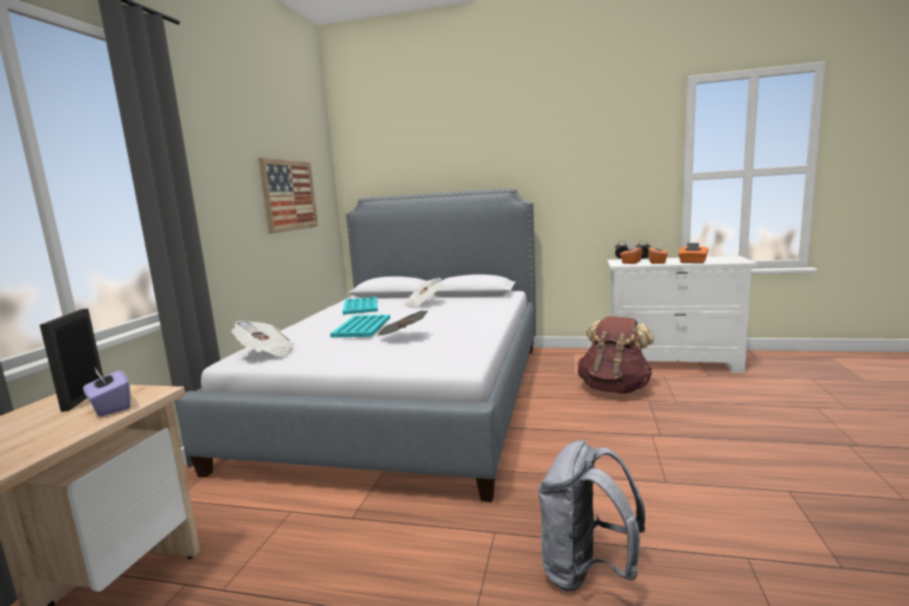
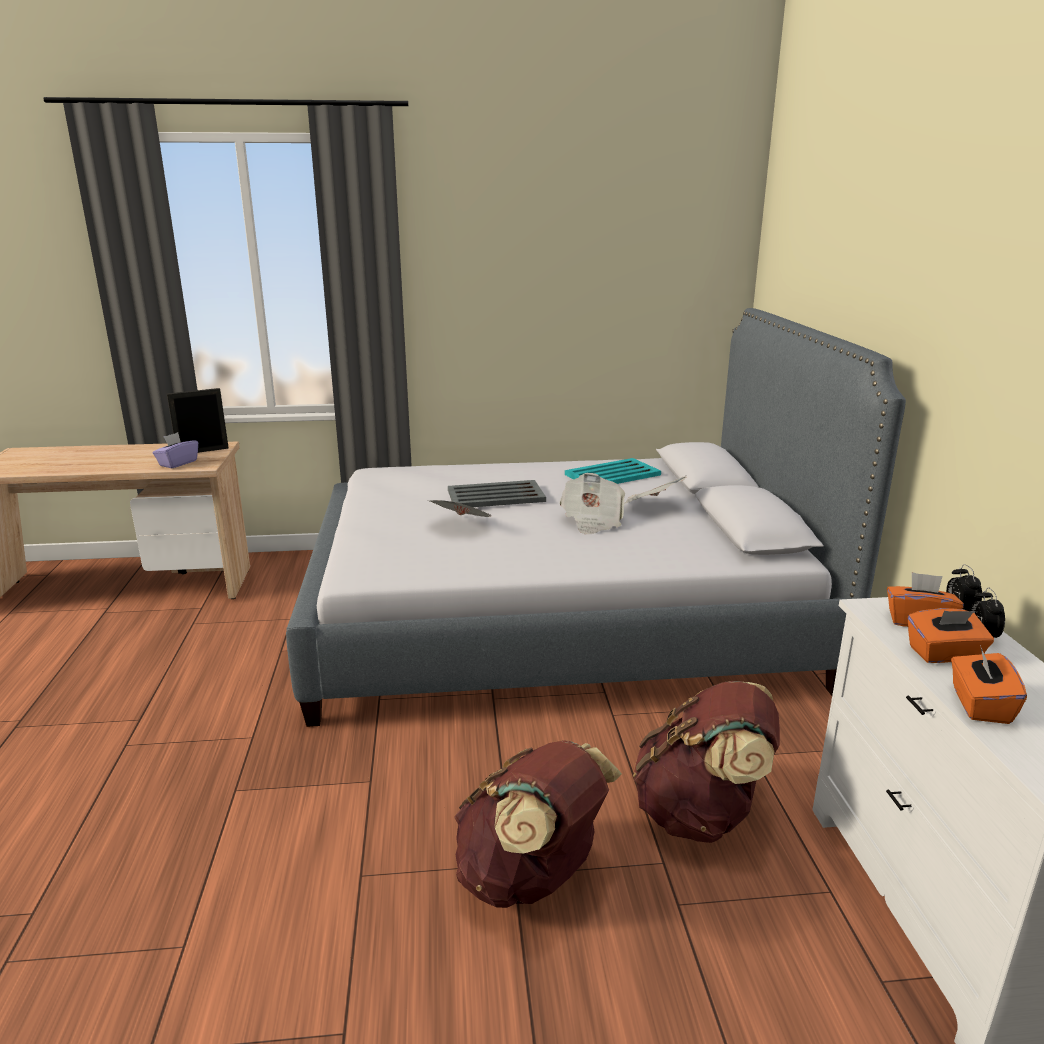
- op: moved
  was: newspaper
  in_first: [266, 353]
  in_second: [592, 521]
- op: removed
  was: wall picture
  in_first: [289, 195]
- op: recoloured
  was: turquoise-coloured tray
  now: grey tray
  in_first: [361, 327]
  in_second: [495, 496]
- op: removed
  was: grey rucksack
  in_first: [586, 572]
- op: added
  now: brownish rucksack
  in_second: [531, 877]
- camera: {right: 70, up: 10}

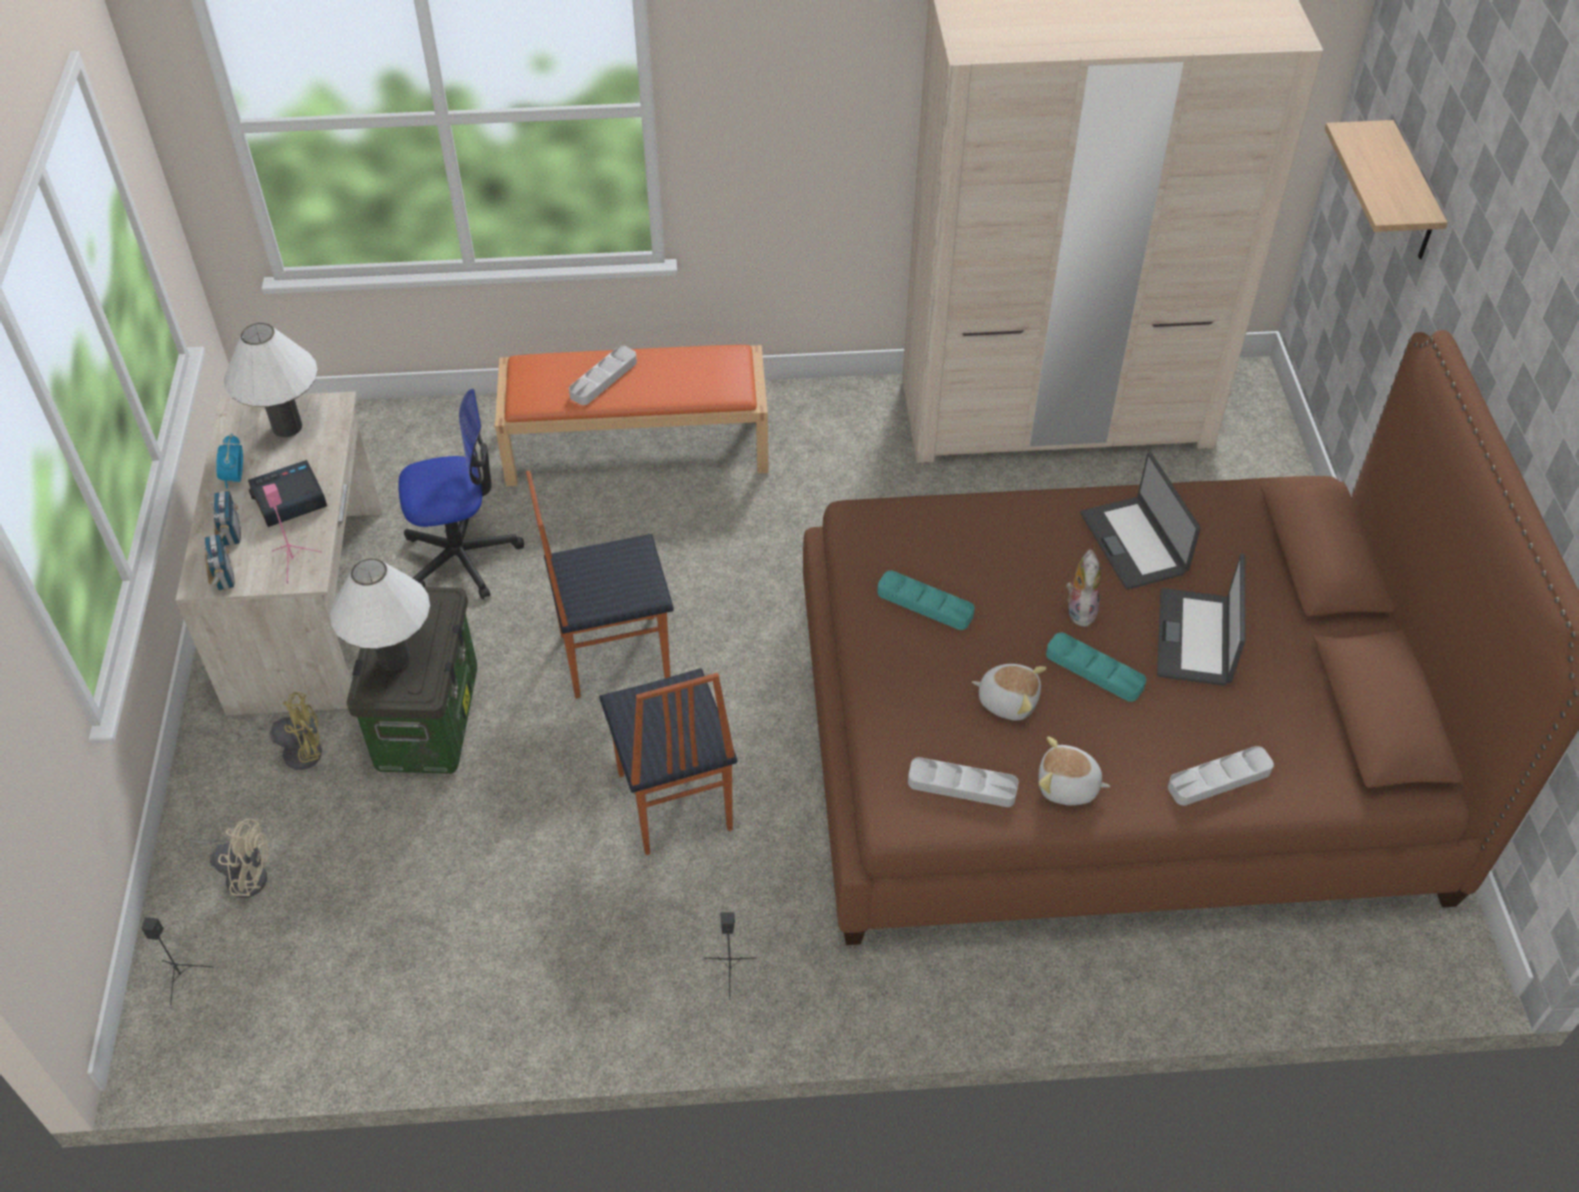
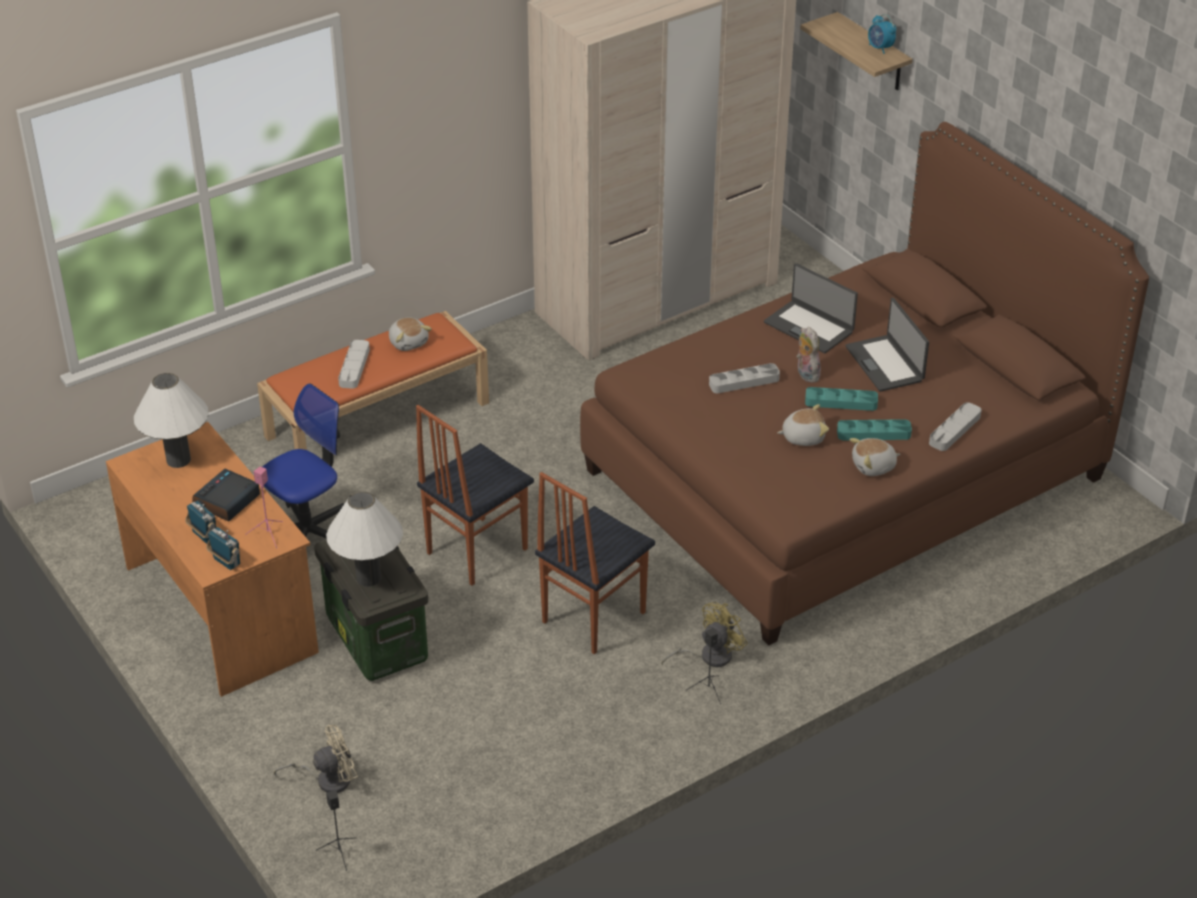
- op: recoloured
  was: sand-coloured desk unit
  now: orange desk unit
  in_first: [311, 608]
  in_second: [222, 608]
- op: moved
  was: bedside clock
  in_first: [235, 477]
  in_second: [880, 48]
- op: moved
  was: yellow-coloured electric fan
  in_first: [296, 751]
  in_second: [709, 656]
- op: turned
  was: upright chair
  in_first: [673, 803]
  in_second: [592, 617]
  clockwise: 90
- op: moved
  was: turquoise-coloured tray
  in_first: [925, 604]
  in_second: [873, 433]
- op: moved
  was: grey tray
  in_first: [962, 786]
  in_second: [744, 382]
- op: added
  now: soft toy
  in_second: [408, 342]
- camera: {right: -30, up: -10}

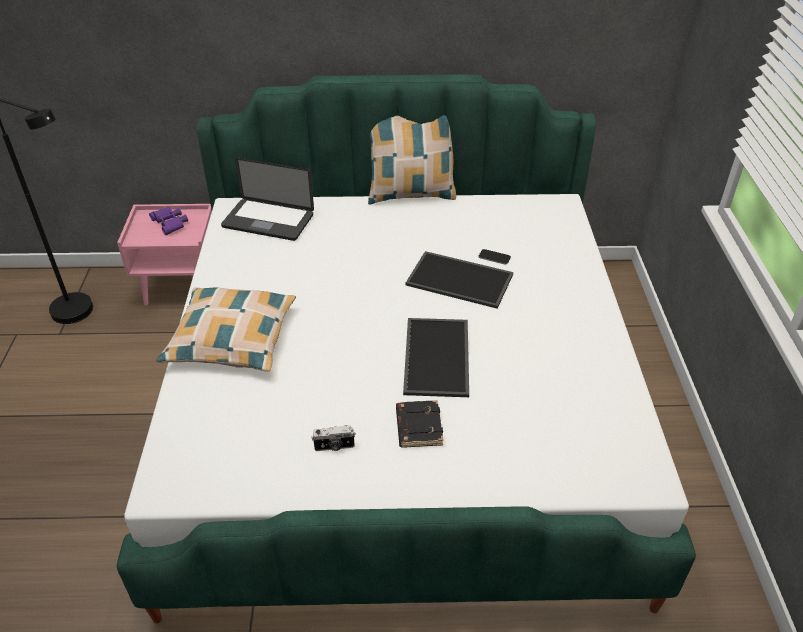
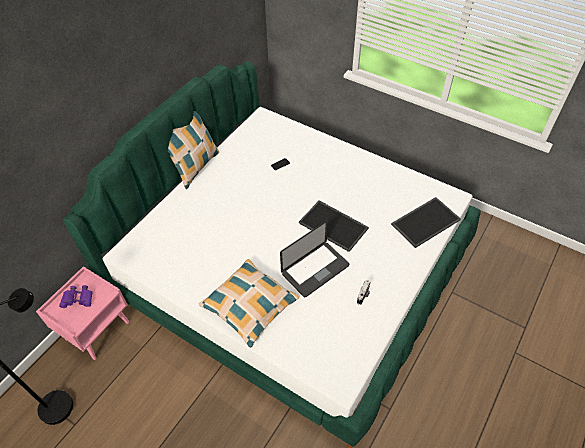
- op: moved
  was: notebook computer
  in_first: [268, 221]
  in_second: [315, 270]
- op: removed
  was: black-coloured volume
  in_first: [418, 427]
- op: moved
  was: tray
  in_first: [461, 279]
  in_second: [425, 221]
- camera: {right: -55, up: 10}

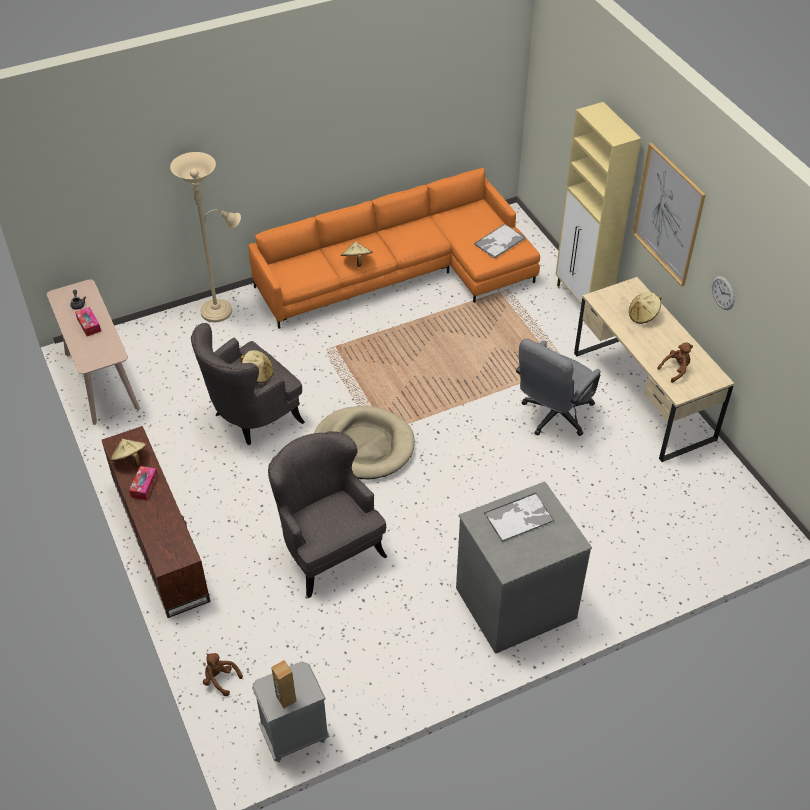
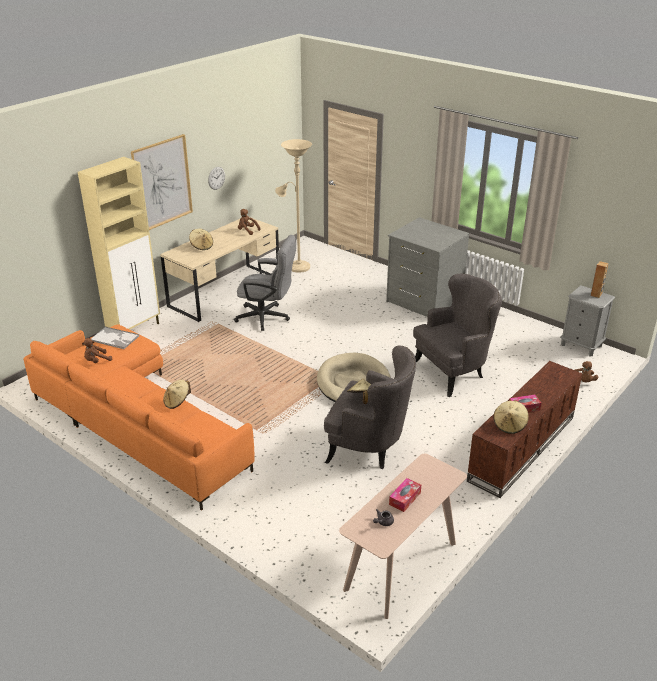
- op: moved
  was: sand-coloured floor lamp
  in_first: [220, 310]
  in_second: [296, 266]
- op: turned
  was: grey easy chair
  in_first: [328, 549]
  in_second: [453, 371]
  clockwise: -150
- op: removed
  was: tray
  in_first: [519, 517]
- op: added
  now: brownish soft toy
  in_second: [97, 361]
- camera: {right: -115, up: -15}

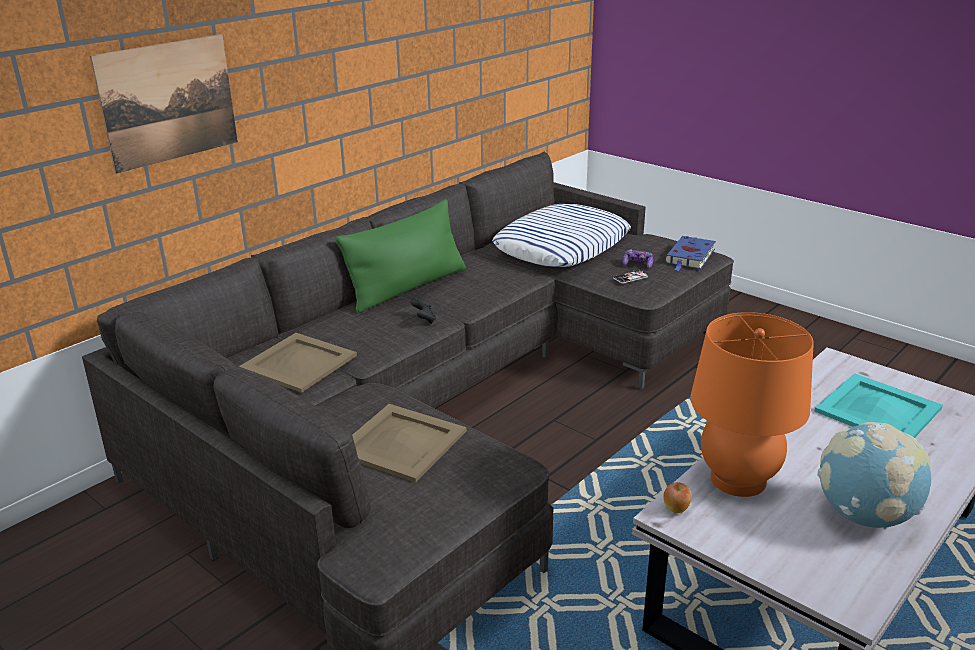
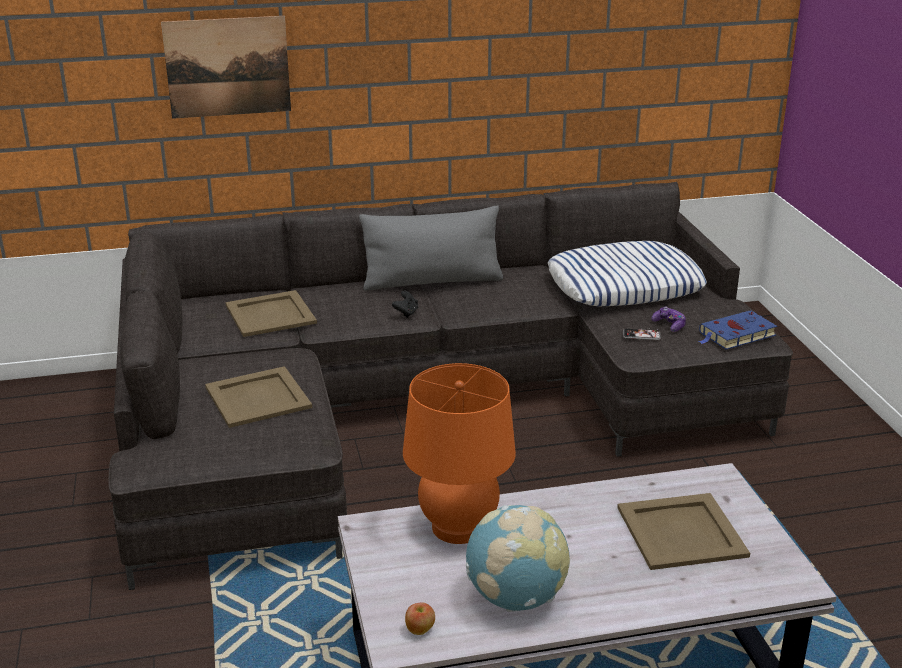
- op: recoloured
  was: greenish throw pillow
  now: grey throw pillow
  in_first: [407, 287]
  in_second: [432, 281]
- op: moved
  was: apple
  in_first: [676, 509]
  in_second: [420, 630]
- op: recoloured
  was: turquoise-coloured tray
  now: sand-coloured tray
  in_first: [876, 410]
  in_second: [680, 531]
- camera: {right: 35, up: 0}

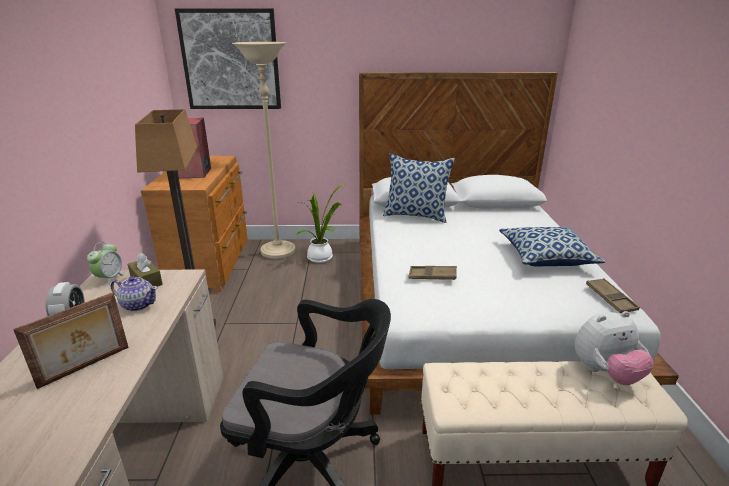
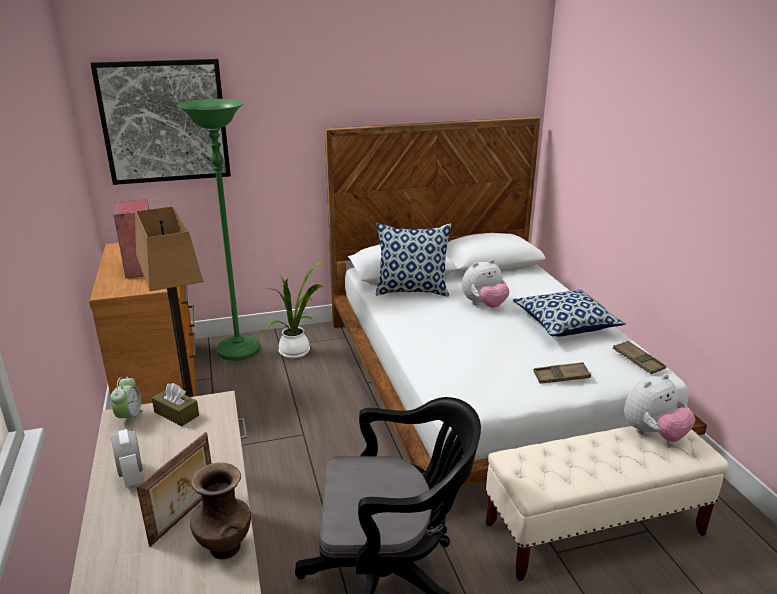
- op: removed
  was: pot for tea
  in_first: [138, 305]
- op: recoloured
  was: sand-coloured floor lamp
  now: greenish floor lamp
  in_first: [278, 252]
  in_second: [239, 351]
- op: moved
  was: brownish tray
  in_first: [432, 276]
  in_second: [561, 377]
- op: added
  now: brownish decorative vase
  in_second: [224, 547]
- op: added
  now: soft toy
  in_second: [484, 305]
- camera: {right: -15, up: 0}

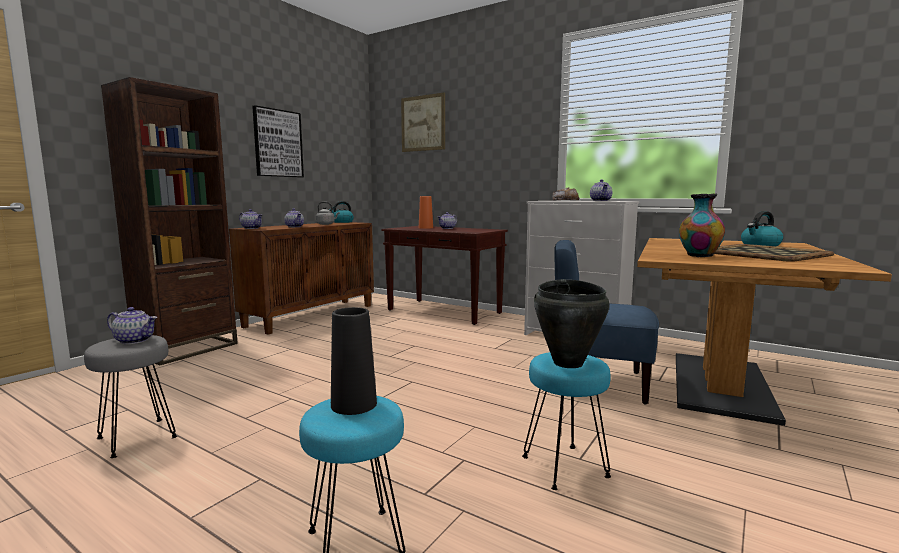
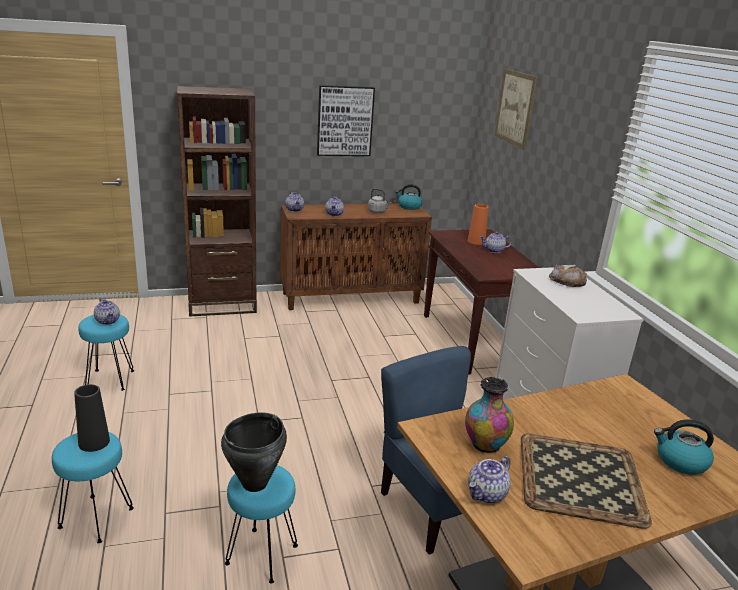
- op: recoloured
  was: grey stool
  now: turquoise-coloured stool
  in_first: [137, 437]
  in_second: [110, 379]
- op: moved
  was: pot for tea
  in_first: [601, 201]
  in_second: [487, 494]
- camera: {right: 40, up: 15}

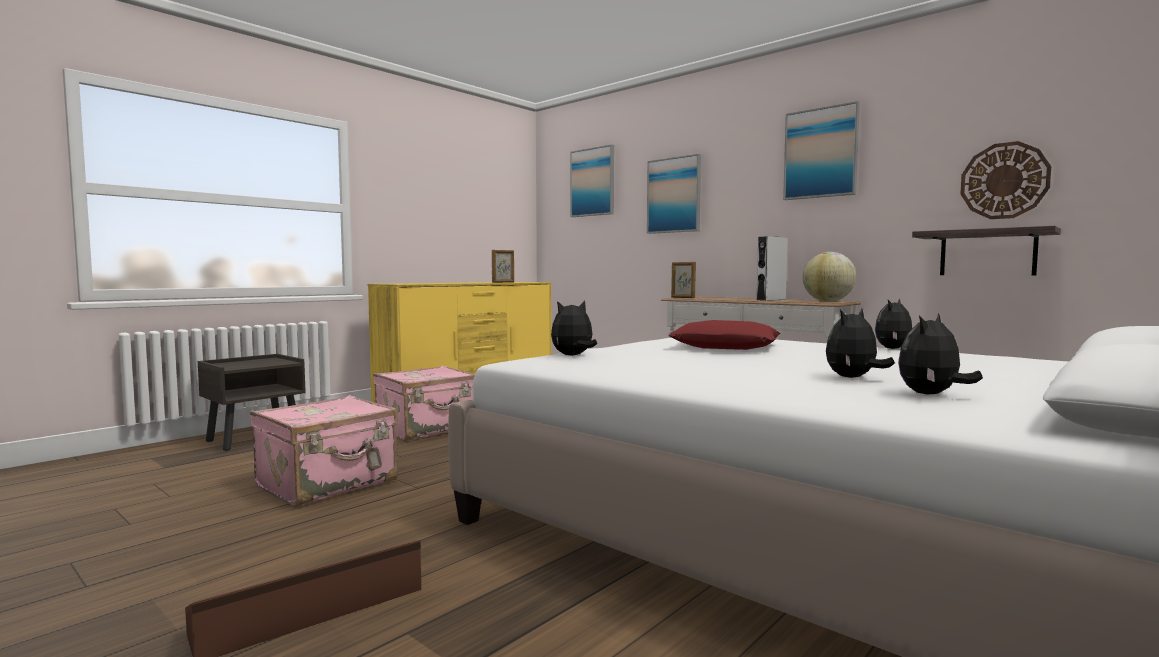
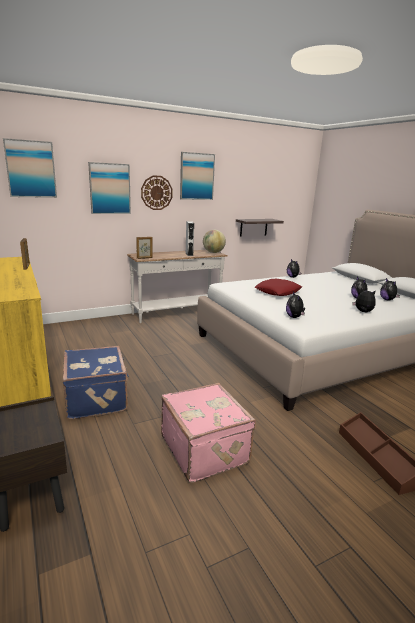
- op: recoloured
  was: pink travel case
  now: blue-coloured travel case
  in_first: [427, 429]
  in_second: [97, 398]
- op: moved
  was: hanging clock
  in_first: [1004, 181]
  in_second: [156, 192]
- op: added
  now: soft toy
  in_second: [363, 312]
- camera: {right: -70, up: 15}

